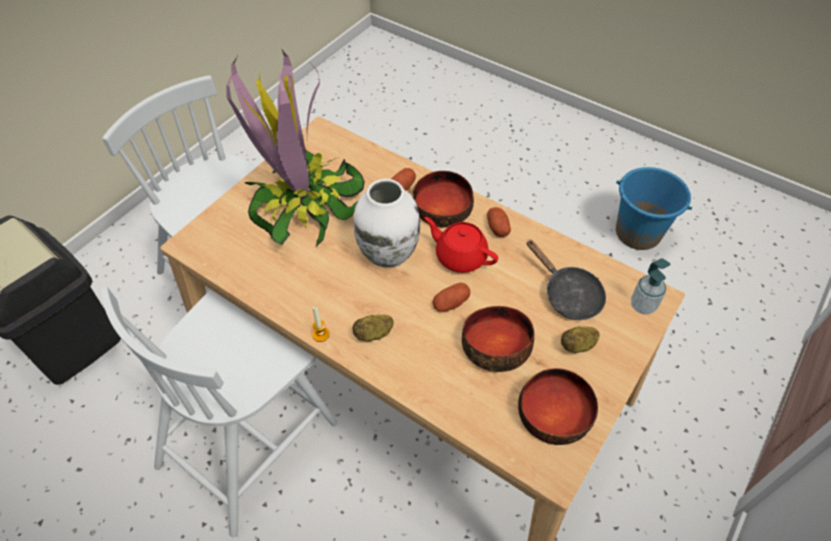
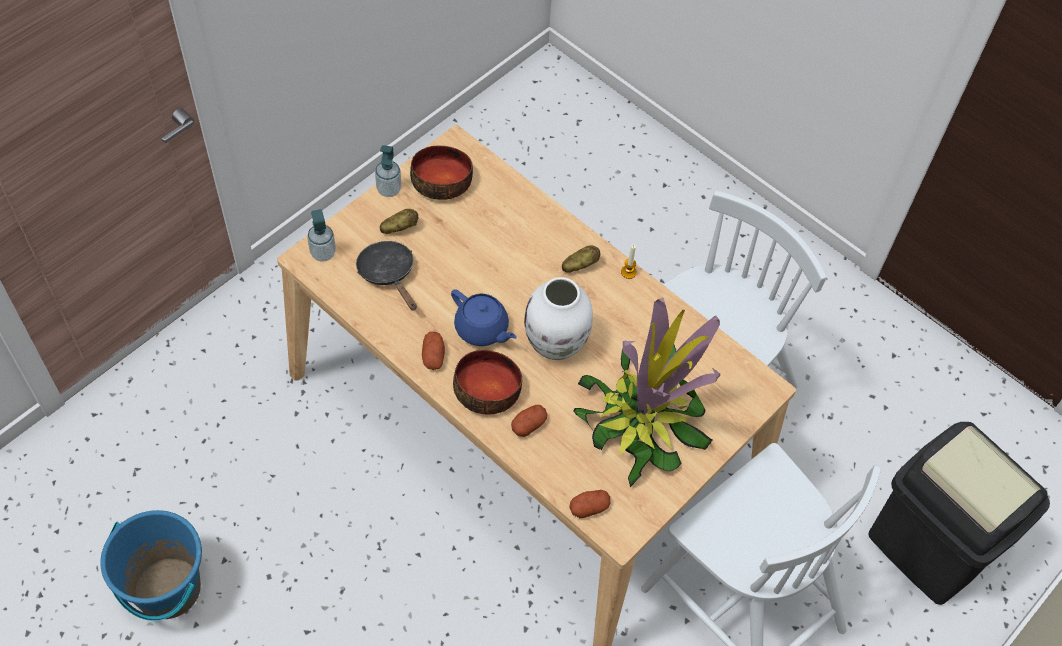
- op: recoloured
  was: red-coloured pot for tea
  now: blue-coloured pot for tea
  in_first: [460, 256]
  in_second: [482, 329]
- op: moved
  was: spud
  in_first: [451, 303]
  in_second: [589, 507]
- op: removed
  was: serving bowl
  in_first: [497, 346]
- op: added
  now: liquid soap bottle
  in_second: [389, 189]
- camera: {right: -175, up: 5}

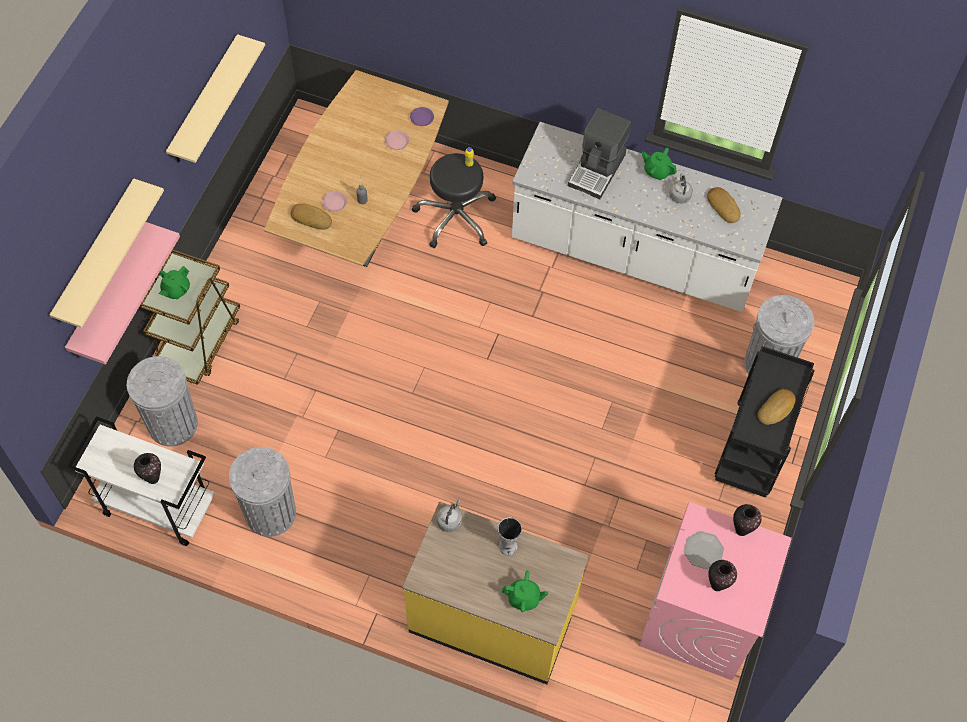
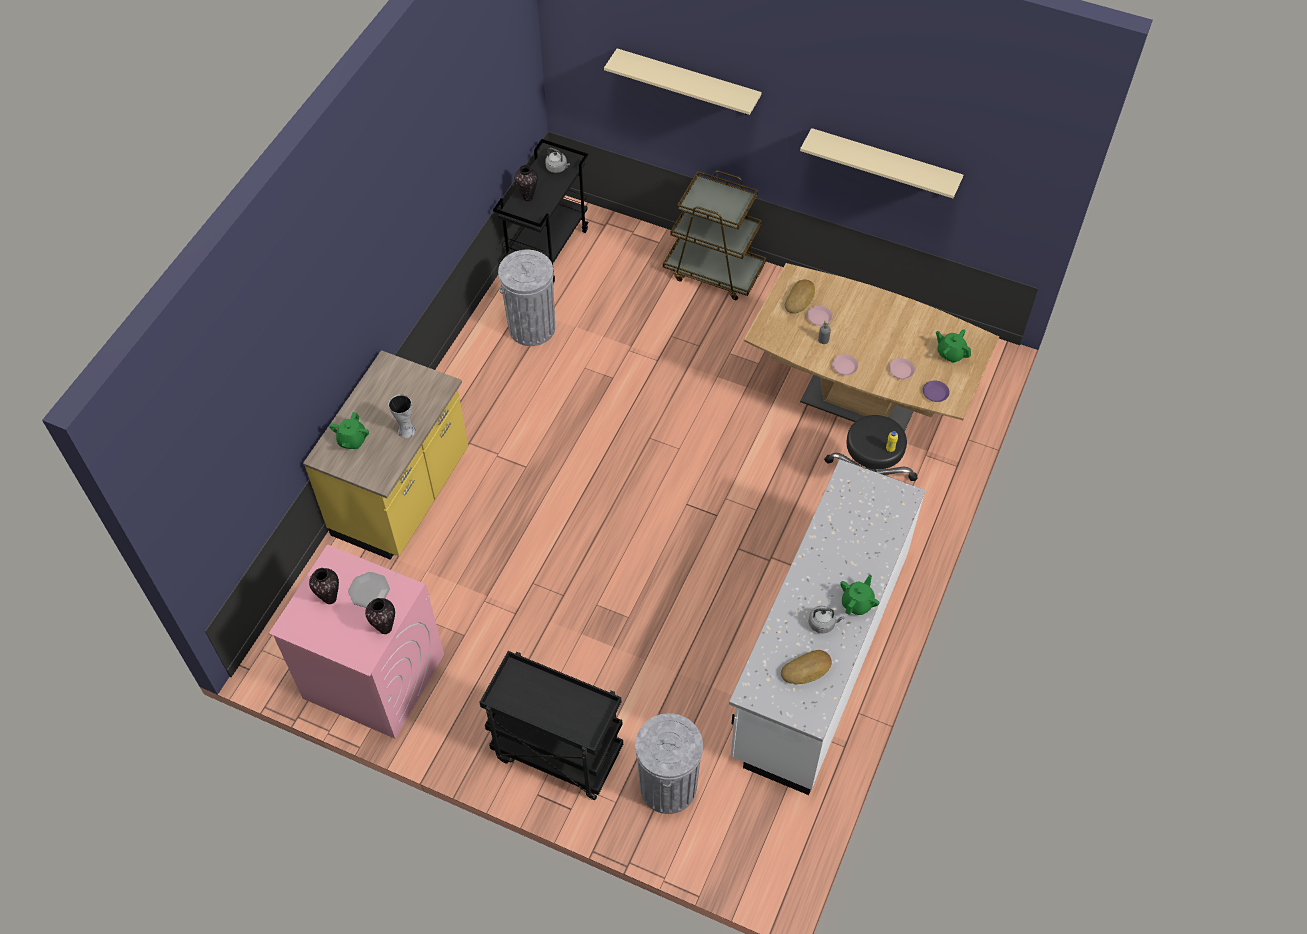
- op: removed
  was: pink bracket shelf
  in_first: [107, 291]
- op: recoloured
  was: white wheeled cart
  now: black-coloured wheeled cart
  in_first: [156, 506]
  in_second: [547, 249]
- op: removed
  was: grey rubbish bin
  in_first: [172, 424]
- op: moved
  was: greenish pot for tea
  in_first: [176, 290]
  in_second: [950, 353]
- op: moved
  was: grey kettle
  in_first: [450, 520]
  in_second: [557, 168]
- op: removed
  was: coffee brewer
  in_first: [597, 170]
- op: removed
  was: bakery bread
  in_first: [776, 409]
- op: added
  now: pink plate
  in_second: [845, 366]
- camera: {right: 95, up: -5}

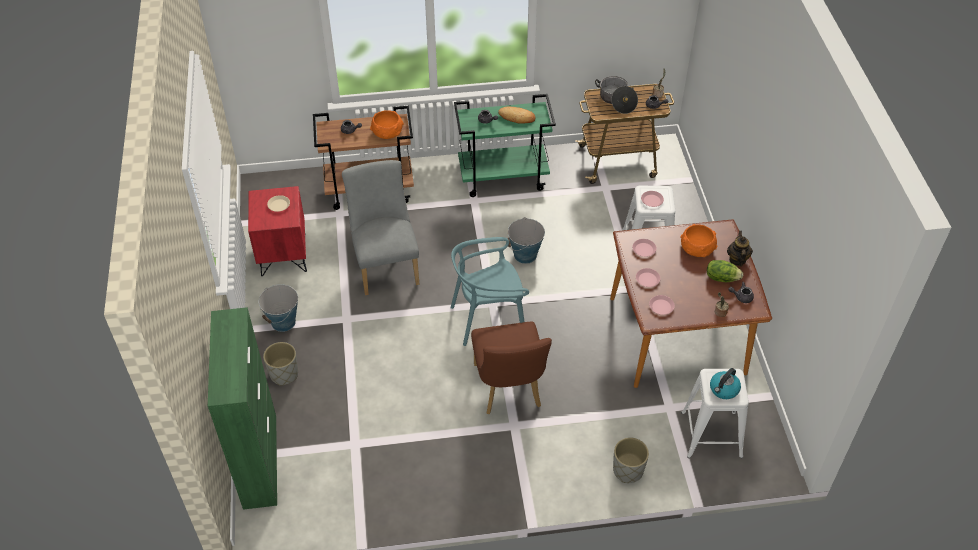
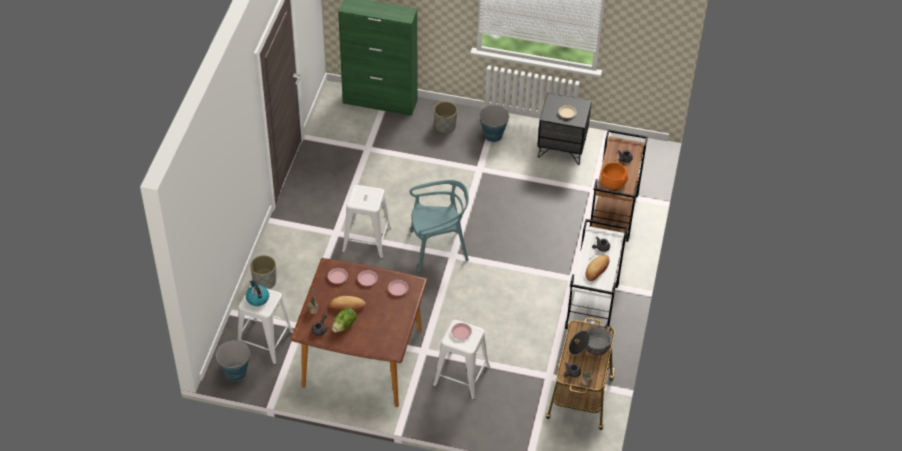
- op: recoloured
  was: red-coloured nightstand
  now: black-coloured nightstand
  in_first: [283, 254]
  in_second: [562, 148]
- op: removed
  was: grey upright chair
  in_first: [385, 264]
- op: turned
  was: turquoise-coloured upright chair
  in_first: [488, 319]
  in_second: [438, 248]
  clockwise: 75
- op: recoloured
  was: greenish wheeled cart
  now: white wheeled cart
  in_first: [504, 177]
  in_second: [592, 307]
- op: replaced
  was: brownish upright chair
  now: white stool
  in_first: [509, 390]
  in_second: [367, 239]
- op: moved
  was: bucket
  in_first: [525, 255]
  in_second: [235, 372]
- op: removed
  was: orange serving bowl
  in_first: [697, 247]
- op: removed
  was: pot for tea
  in_first: [737, 259]
- op: added
  now: bakery bread
  in_second: [347, 306]
- camera: {right: 110, up: 0}

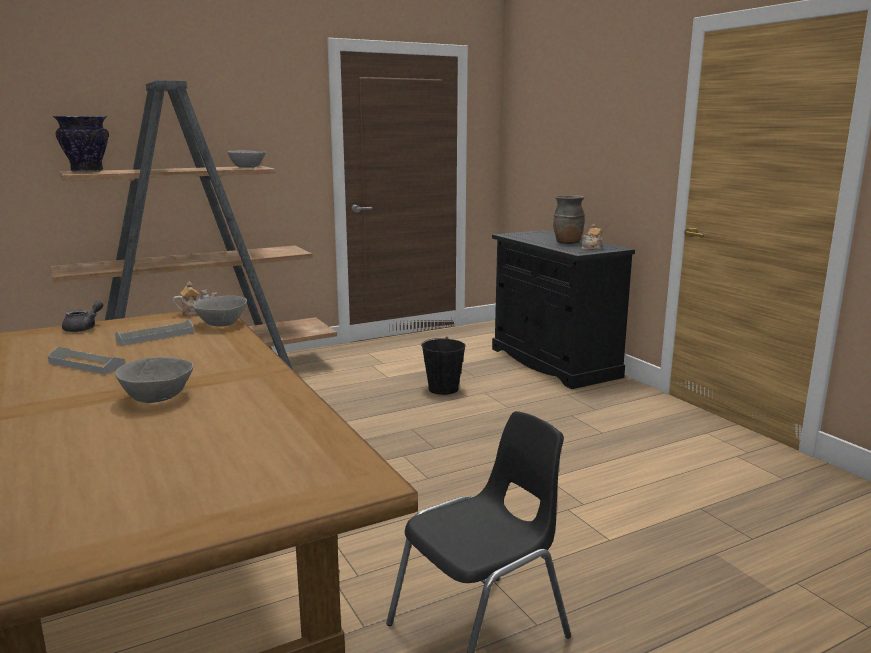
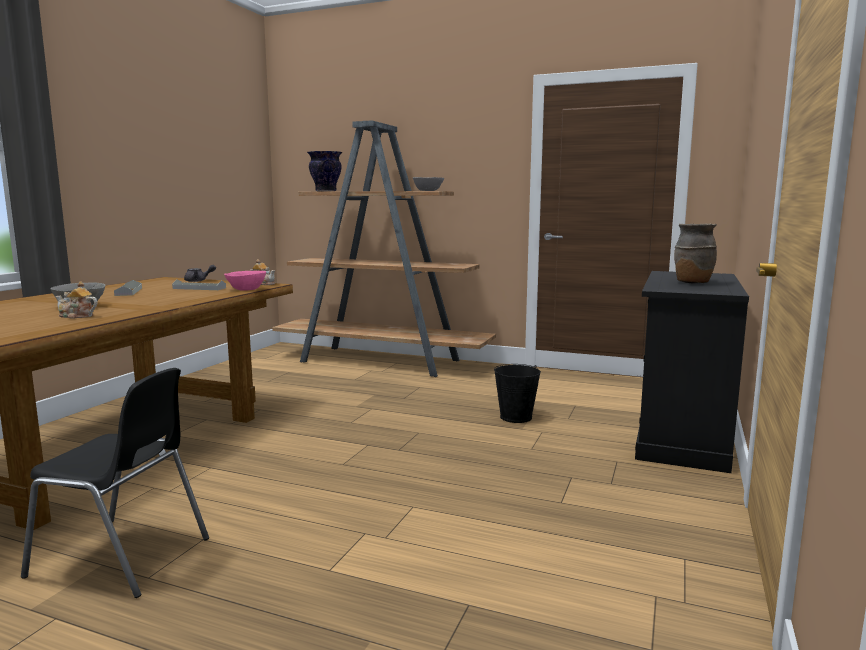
- op: recoloured
  was: grey serving bowl
  now: pink serving bowl
  in_first: [221, 324]
  in_second: [246, 289]
- op: moved
  was: pot for tea
  in_first: [592, 248]
  in_second: [76, 316]
- camera: {right: 50, up: -5}

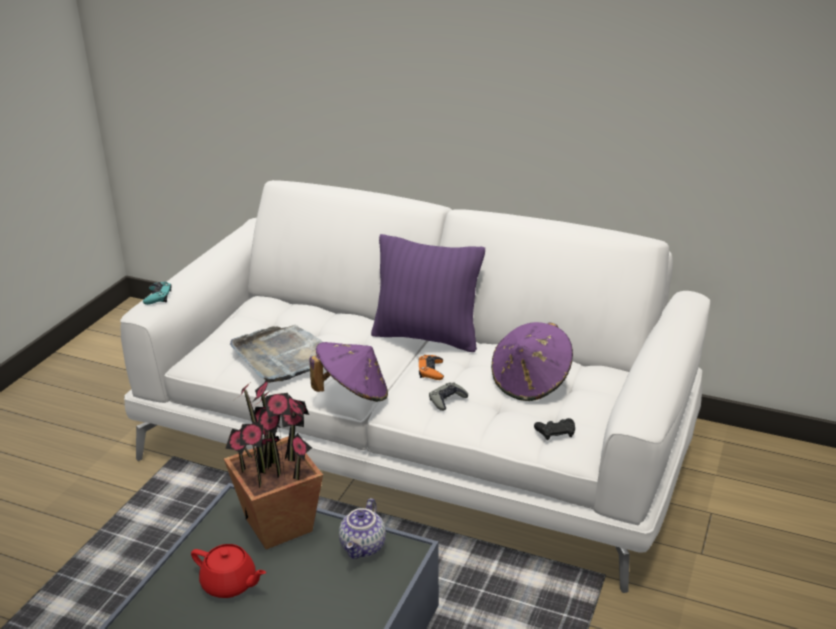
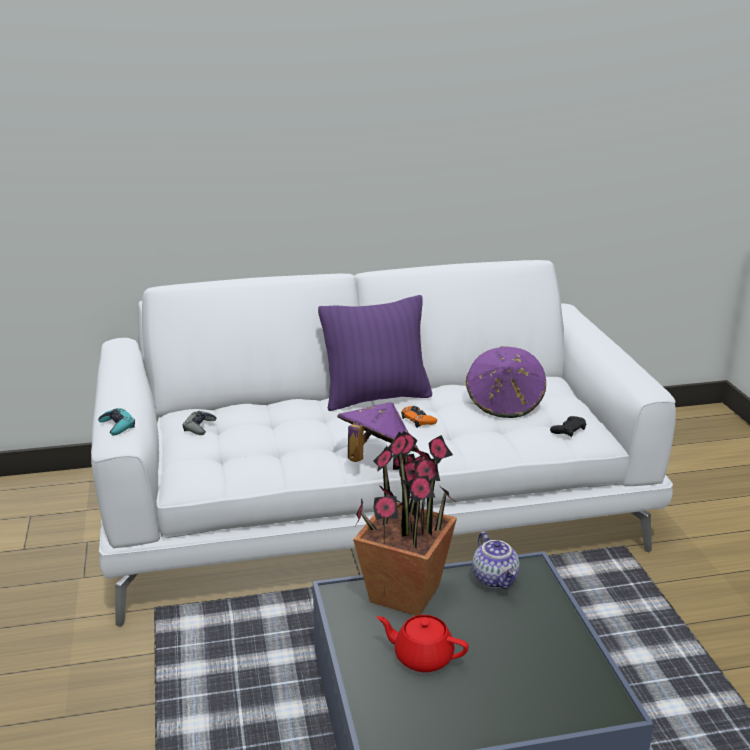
- op: turned
  was: red-coloured pot for tea
  in_first: [230, 584]
  in_second: [422, 657]
  clockwise: -150
- op: removed
  was: grey tray
  in_first: [285, 356]
- op: moved
  was: grey gamepad
  in_first: [447, 400]
  in_second: [199, 427]
- camera: {right: -35, up: -5}

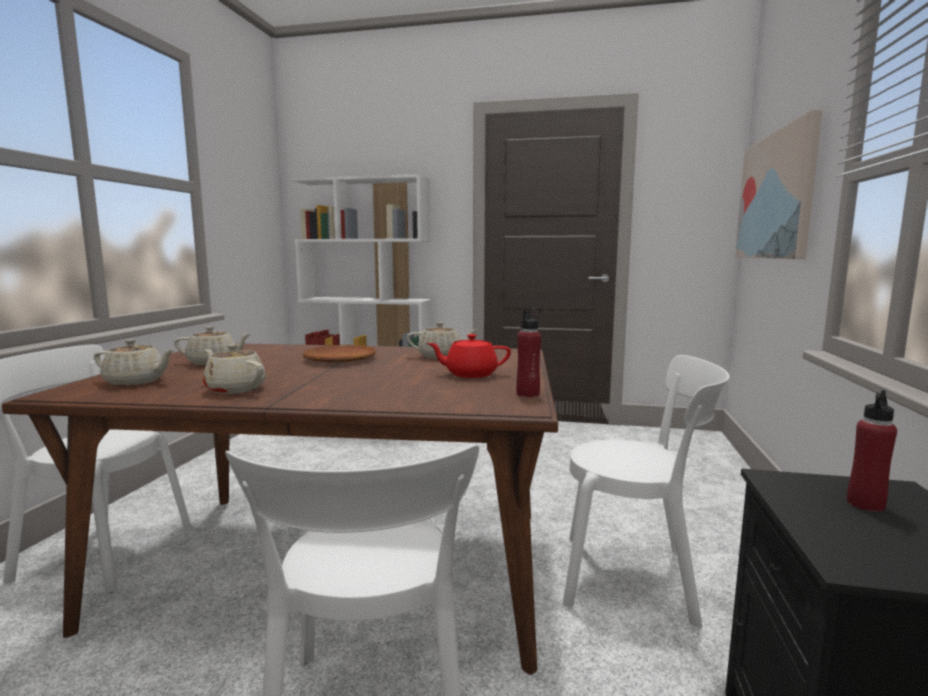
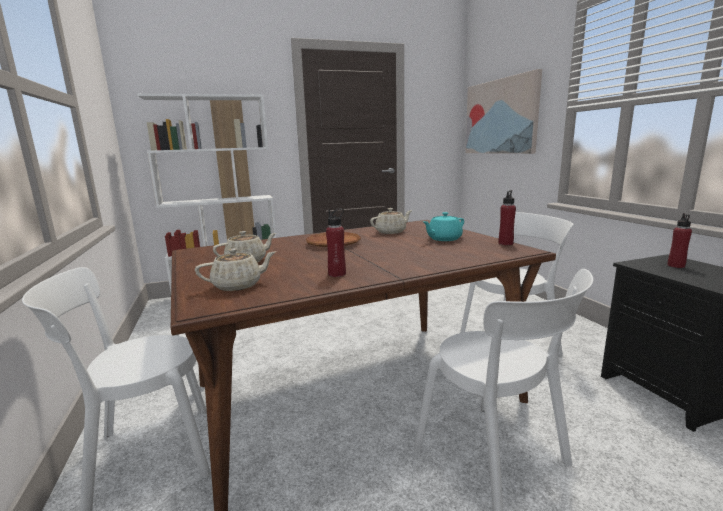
- op: replaced
  was: sand-coloured pot for tea
  now: red-coloured drink bottle
  in_first: [235, 389]
  in_second: [337, 274]
- op: recoloured
  was: red-coloured pot for tea
  now: turquoise-coloured pot for tea
  in_first: [470, 374]
  in_second: [443, 239]
- camera: {right: -30, up: 5}

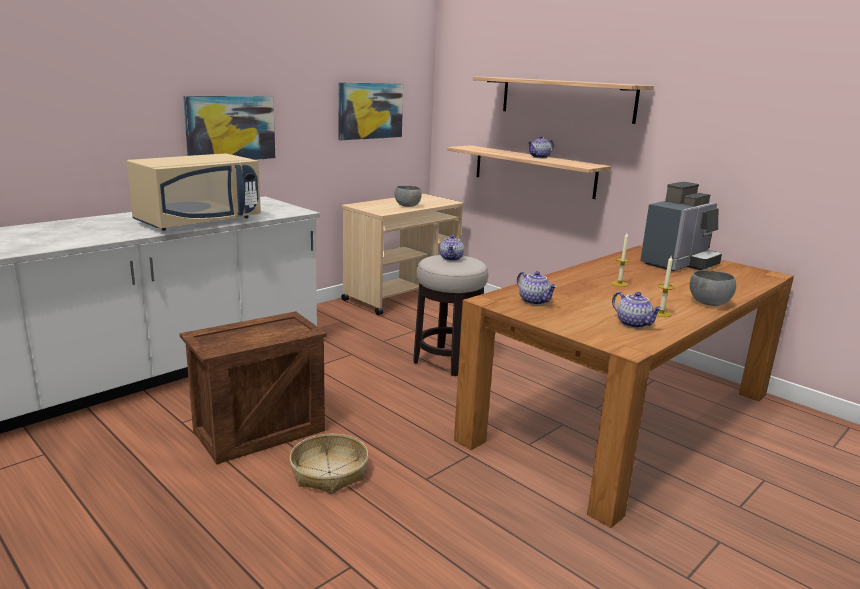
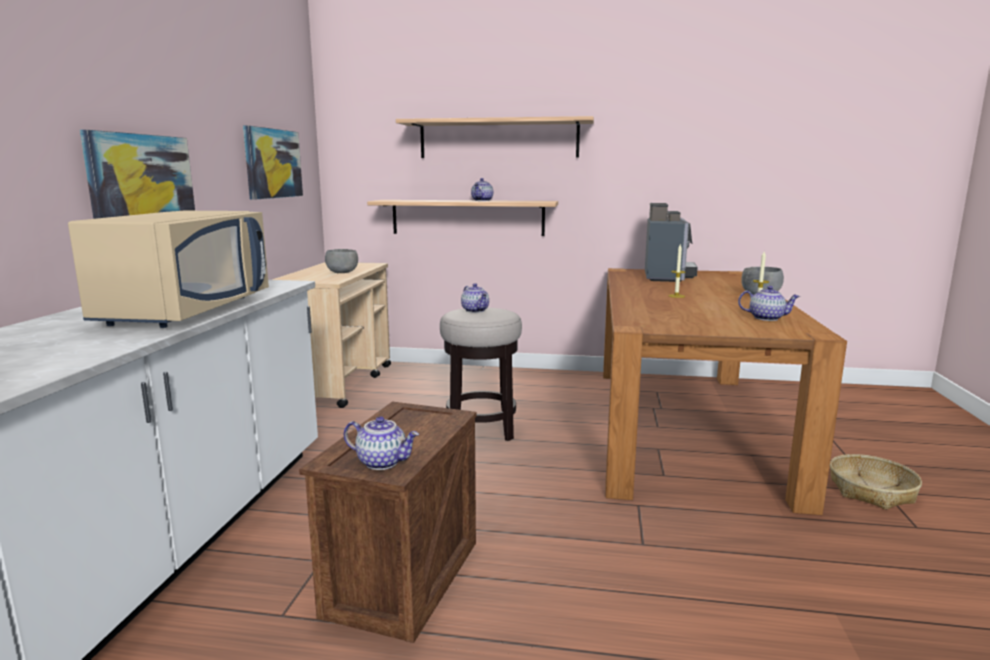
- op: moved
  was: household basket
  in_first: [329, 472]
  in_second: [871, 491]
- op: moved
  was: pot for tea
  in_first: [535, 301]
  in_second: [383, 462]
- camera: {right: -35, up: -5}

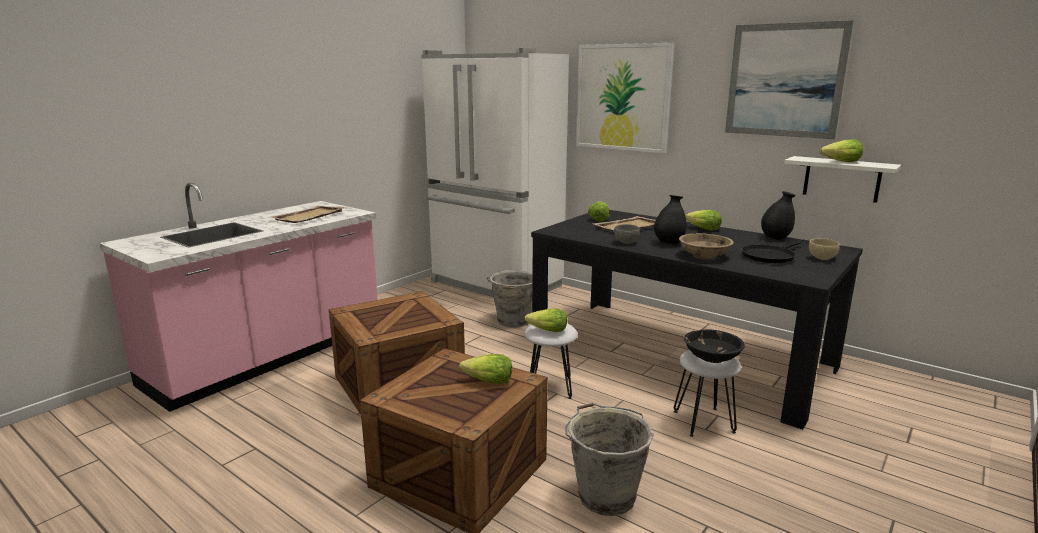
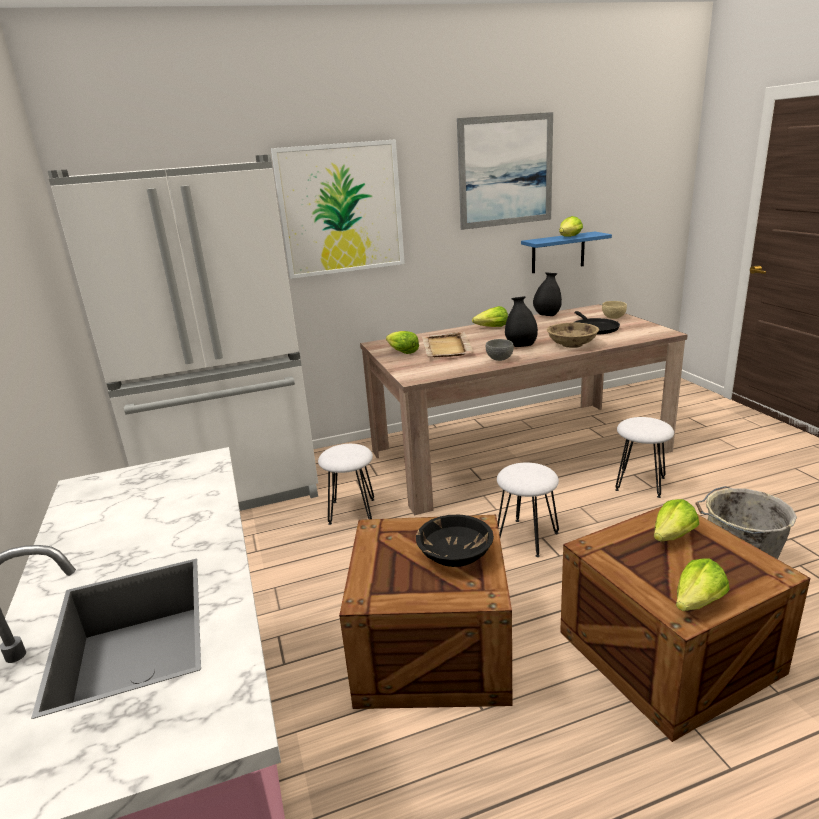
- op: removed
  was: sand-coloured tray
  in_first: [308, 216]
- op: replaced
  was: grey bucket
  now: white stool
  in_first: [513, 321]
  in_second: [352, 511]
- op: moved
  was: lettuce
  in_first: [547, 331]
  in_second: [698, 602]
- op: recoloured
  was: black-coloured dining table
  now: sand-coloured dining table
  in_first: [678, 354]
  in_second: [517, 451]
- op: moved
  was: black-coloured serving bowl
  in_first: [712, 357]
  in_second: [455, 556]
- op: recoloured
  was: white bracket shelf
  now: blue-coloured bracket shelf
  in_first: [841, 179]
  in_second: [558, 252]
- camera: {right: -55, up: 5}

